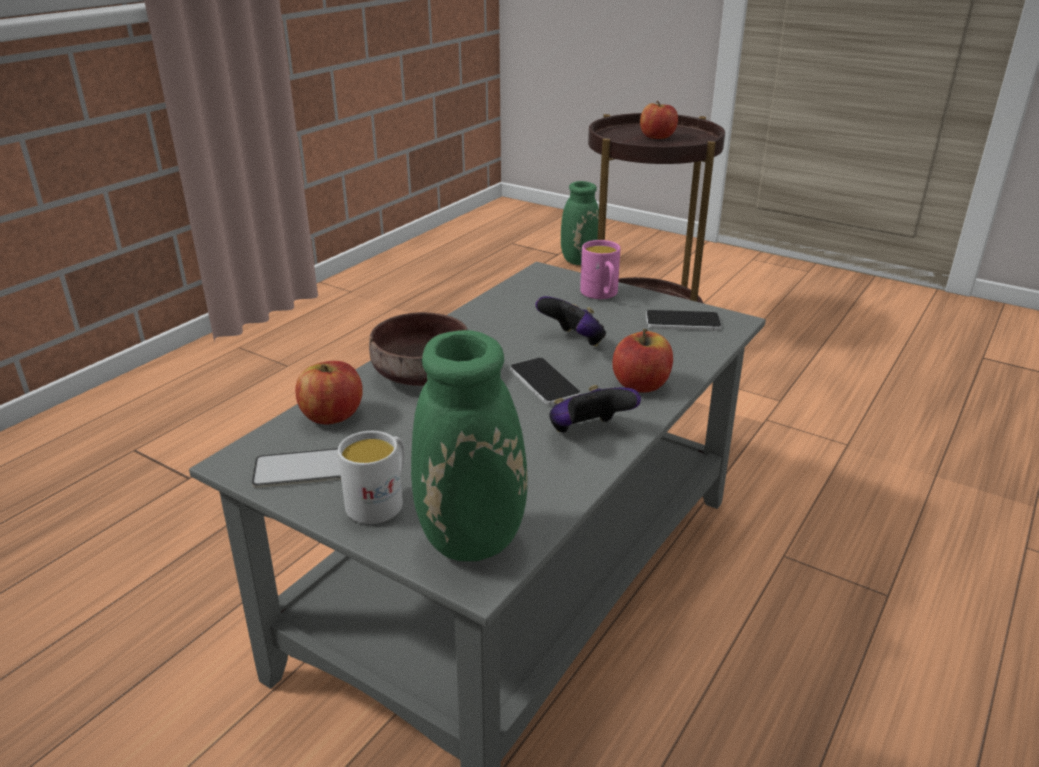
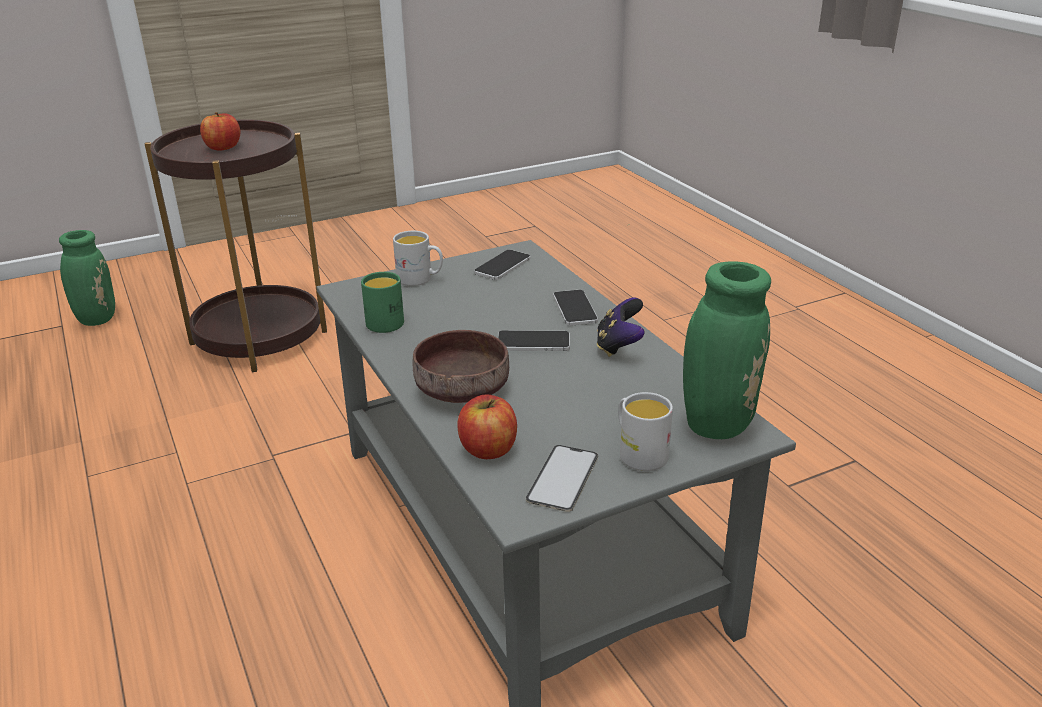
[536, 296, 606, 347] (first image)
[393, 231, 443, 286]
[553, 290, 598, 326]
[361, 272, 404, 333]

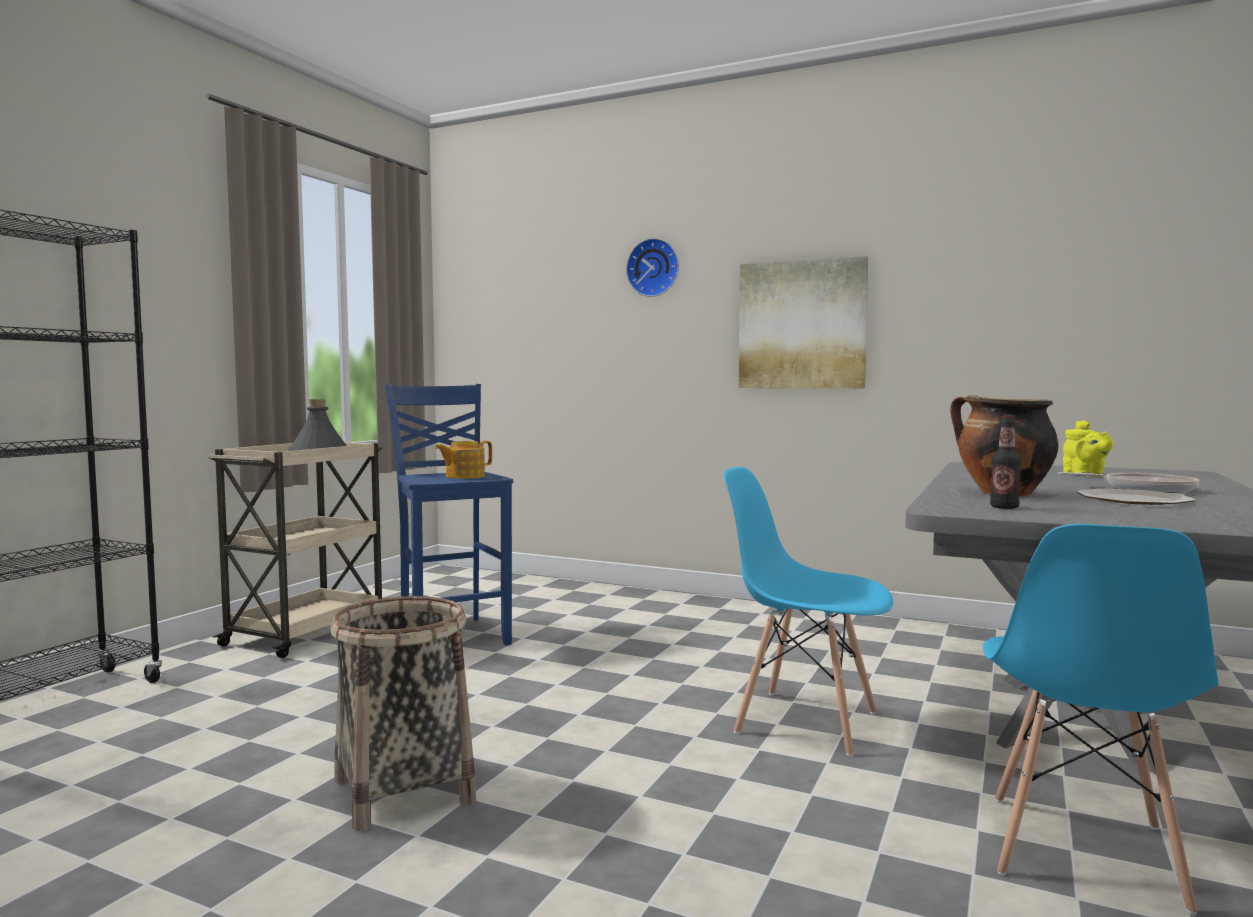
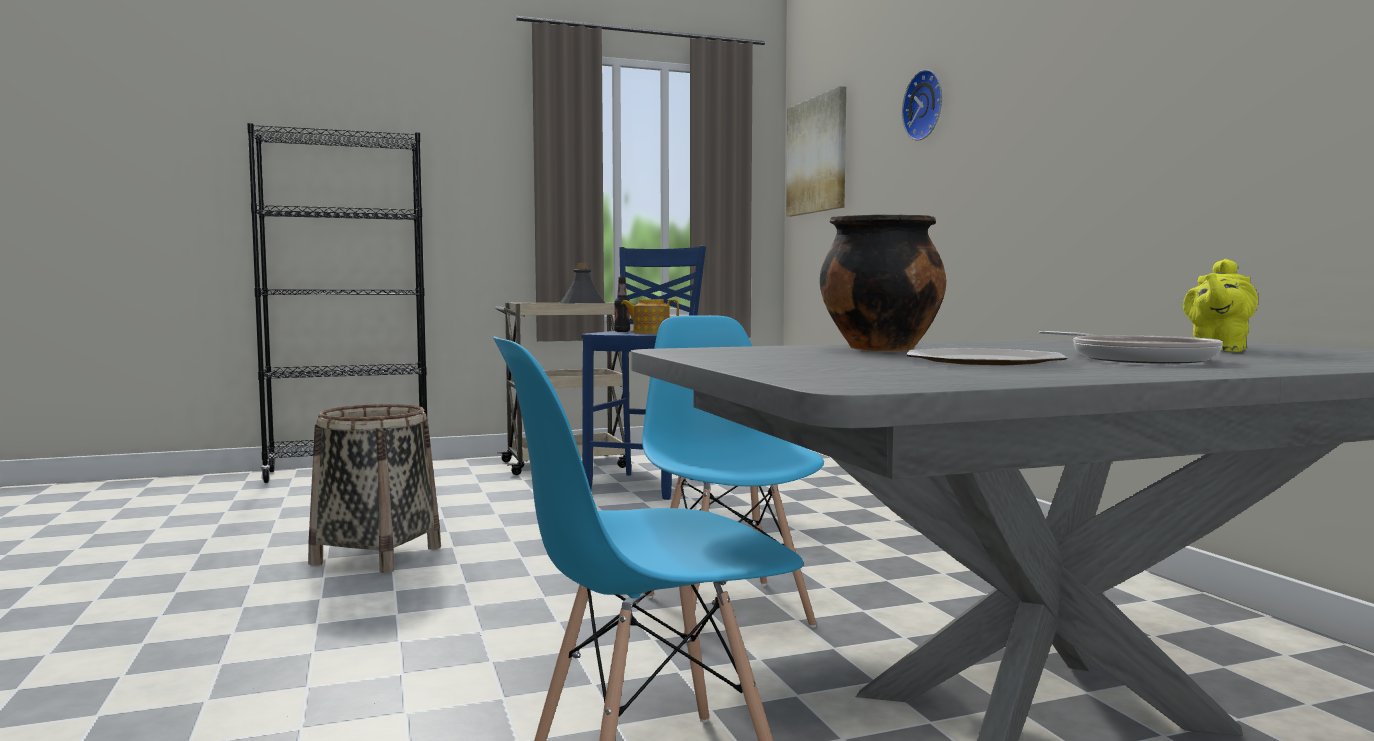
[786, 86, 846, 216]
[614, 277, 630, 332]

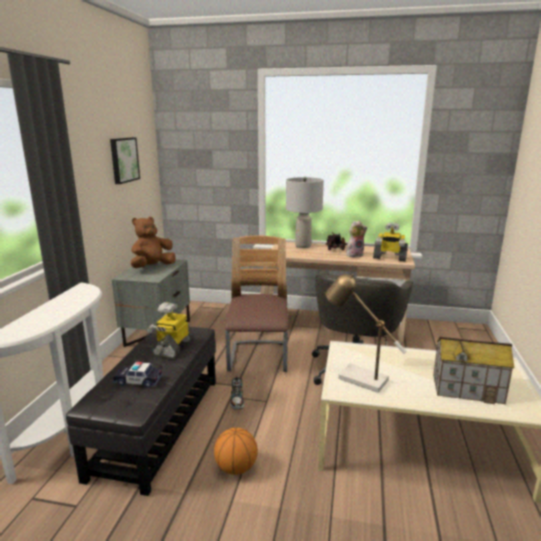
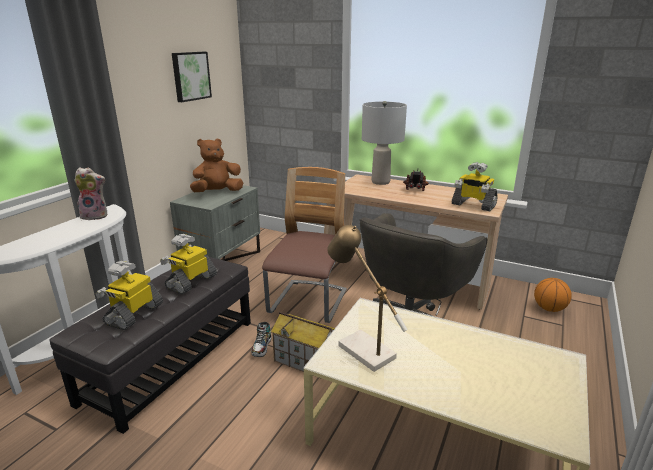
[96, 261, 163, 330]
[534, 278, 572, 312]
[74, 167, 107, 220]
[271, 312, 335, 379]

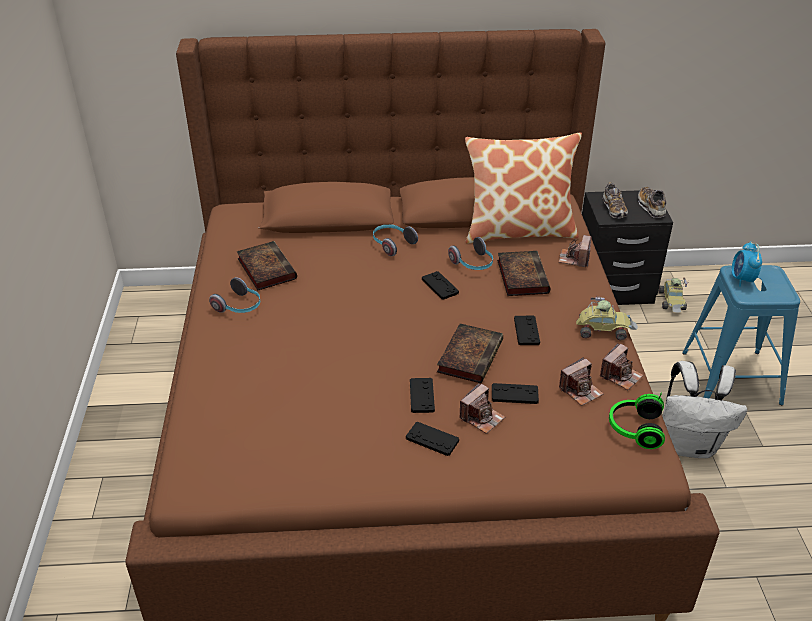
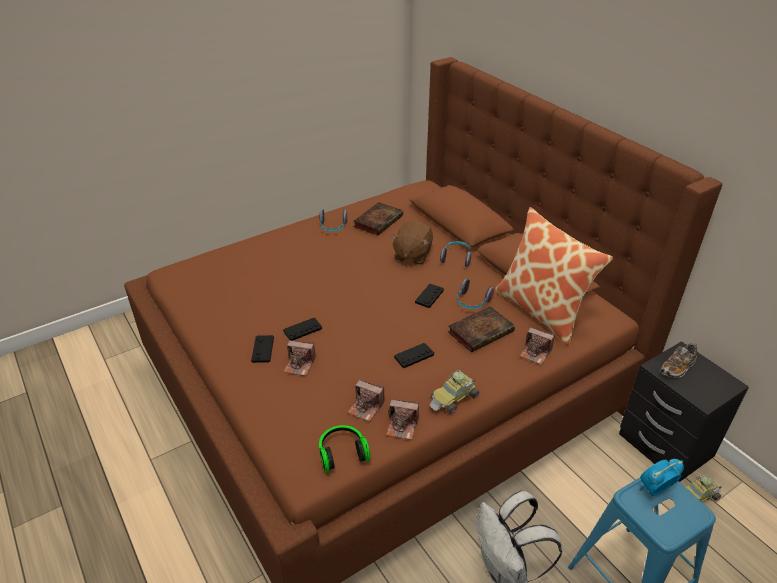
[437, 324, 503, 383] (first image)
[492, 383, 539, 404] (first image)
[520, 327, 555, 365]
[430, 369, 480, 414]
[638, 187, 666, 218] (first image)
[391, 221, 433, 265]

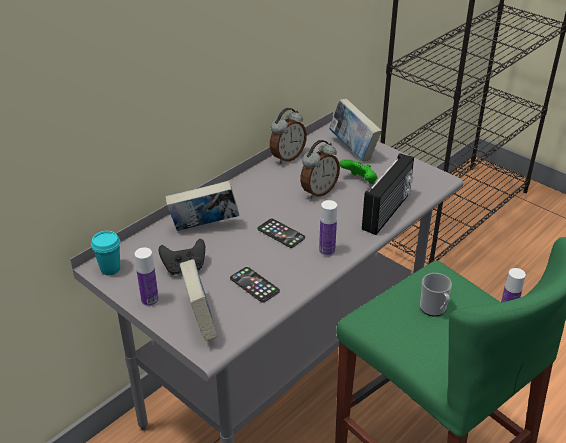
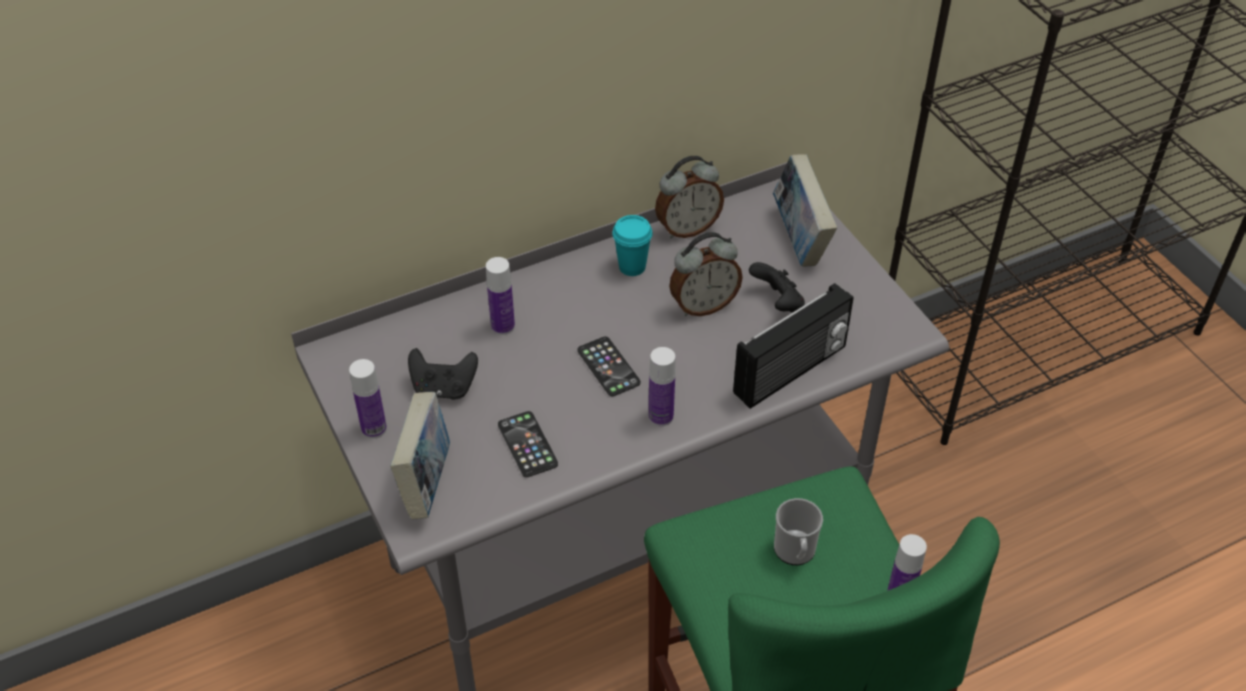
[612, 215, 653, 276]
[486, 257, 515, 335]
[749, 262, 805, 313]

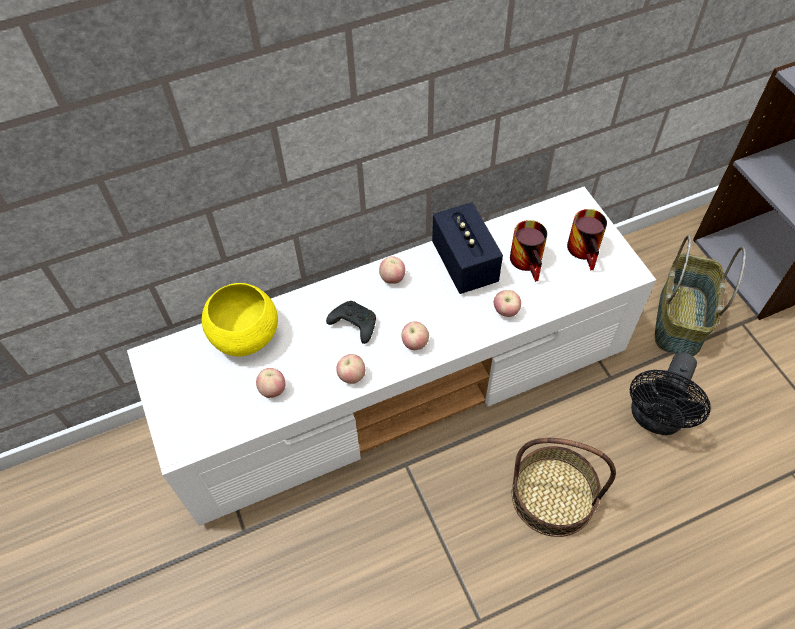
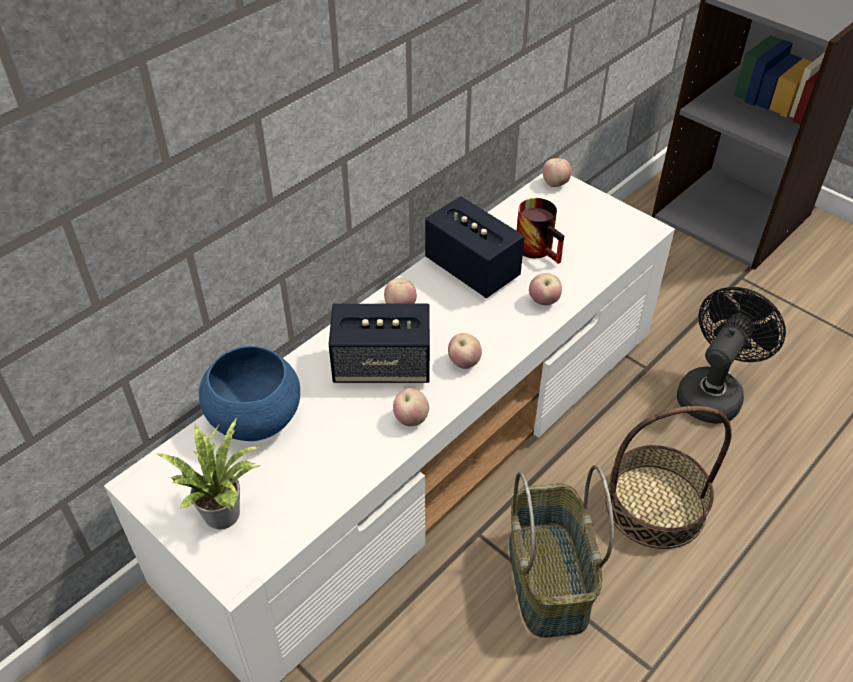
[199, 346, 300, 441]
[543, 158, 572, 187]
[328, 304, 430, 383]
[567, 209, 607, 270] (first image)
[677, 287, 786, 424]
[509, 465, 614, 638]
[156, 418, 261, 530]

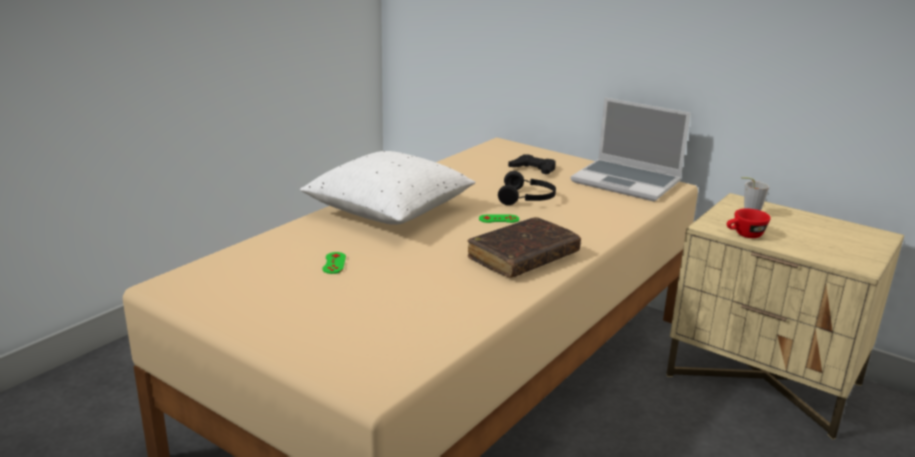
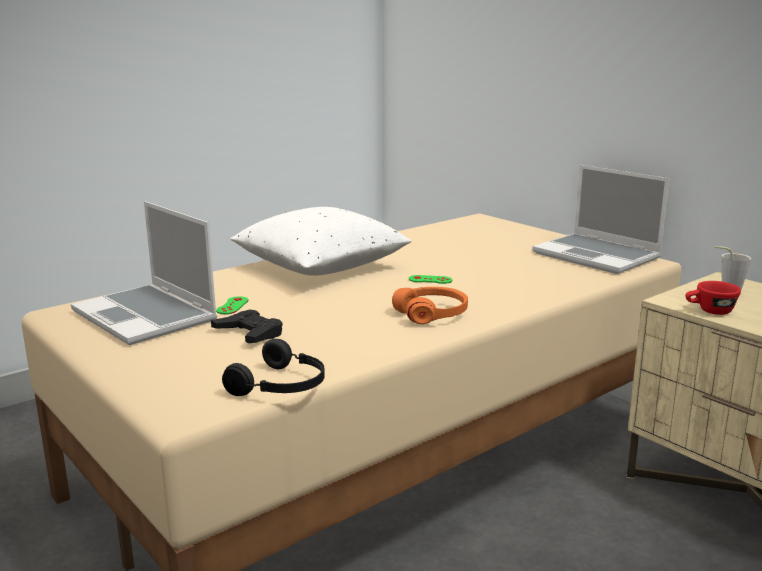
[392, 287, 468, 324]
[222, 339, 325, 396]
[211, 309, 283, 343]
[71, 201, 217, 345]

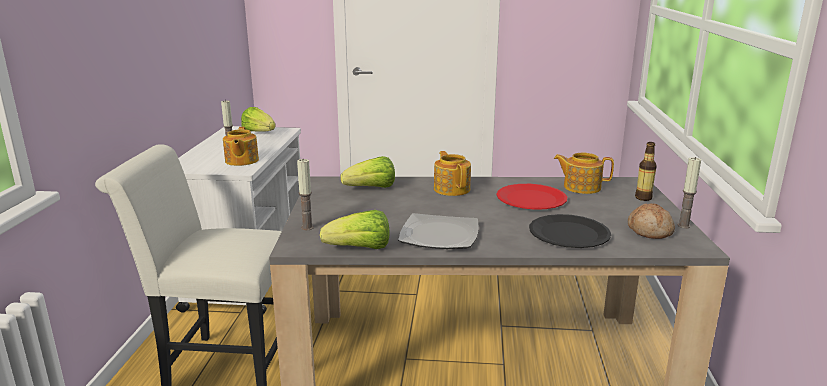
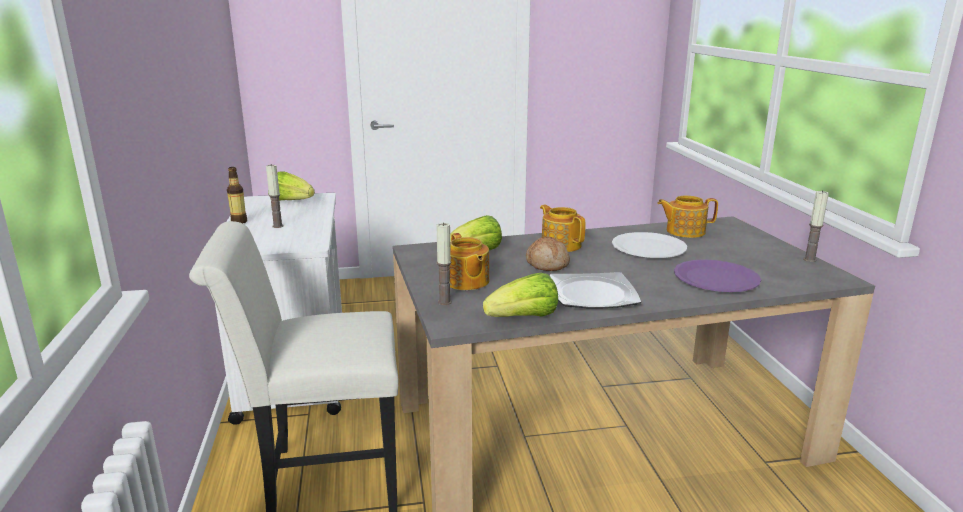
[449, 233, 489, 290]
[612, 232, 687, 258]
[674, 259, 761, 292]
[526, 237, 570, 271]
[227, 167, 247, 224]

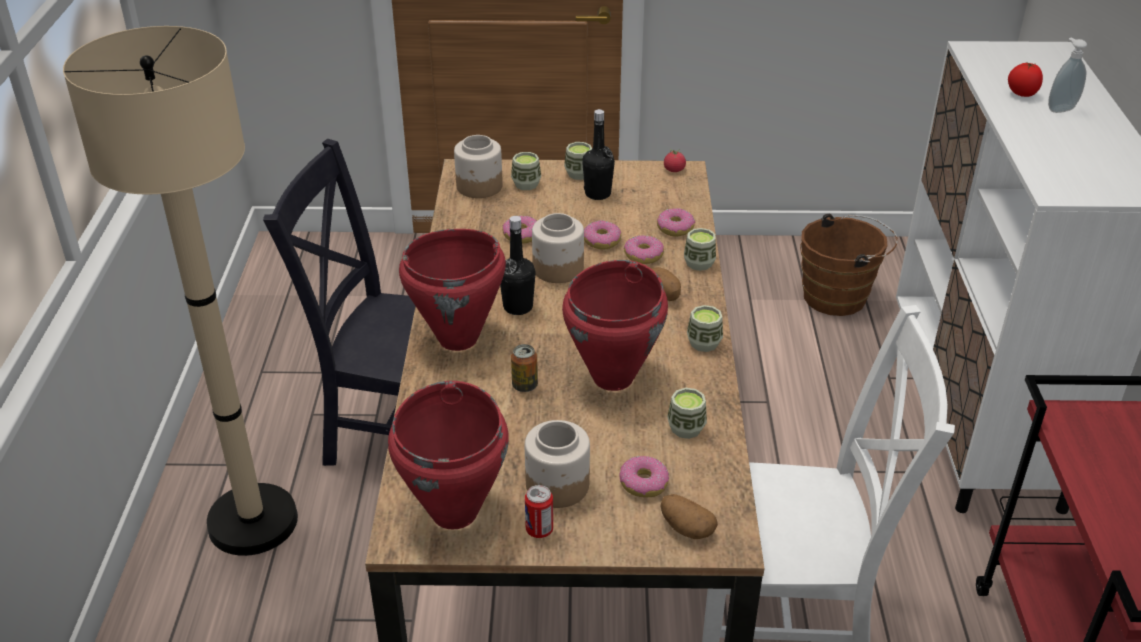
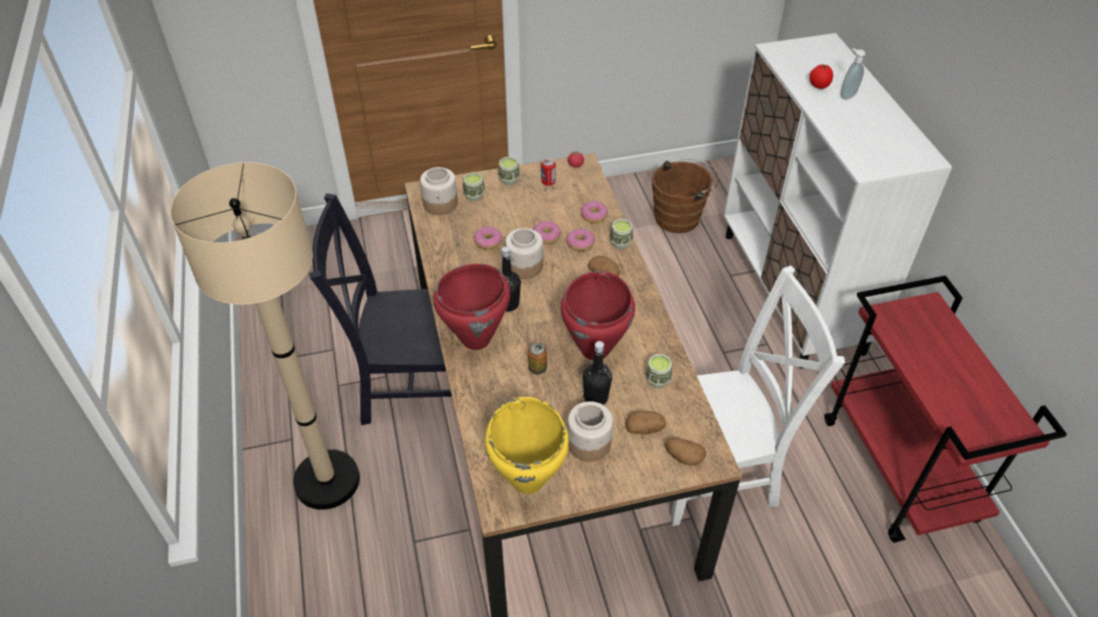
[485, 397, 569, 494]
[541, 158, 556, 186]
[583, 341, 612, 405]
[625, 411, 666, 434]
[687, 305, 723, 352] (first image)

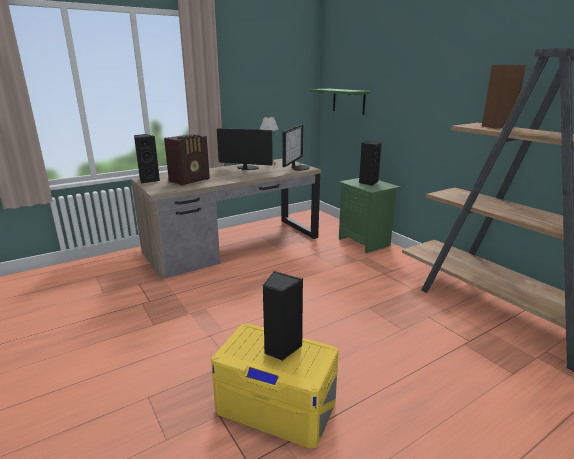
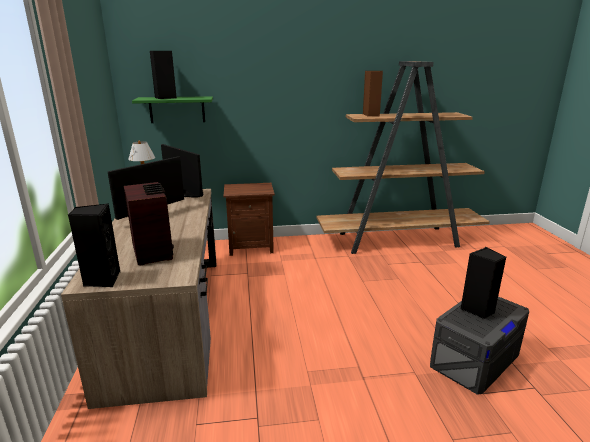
[430, 296, 529, 395]
[224, 183, 275, 256]
[150, 51, 177, 99]

